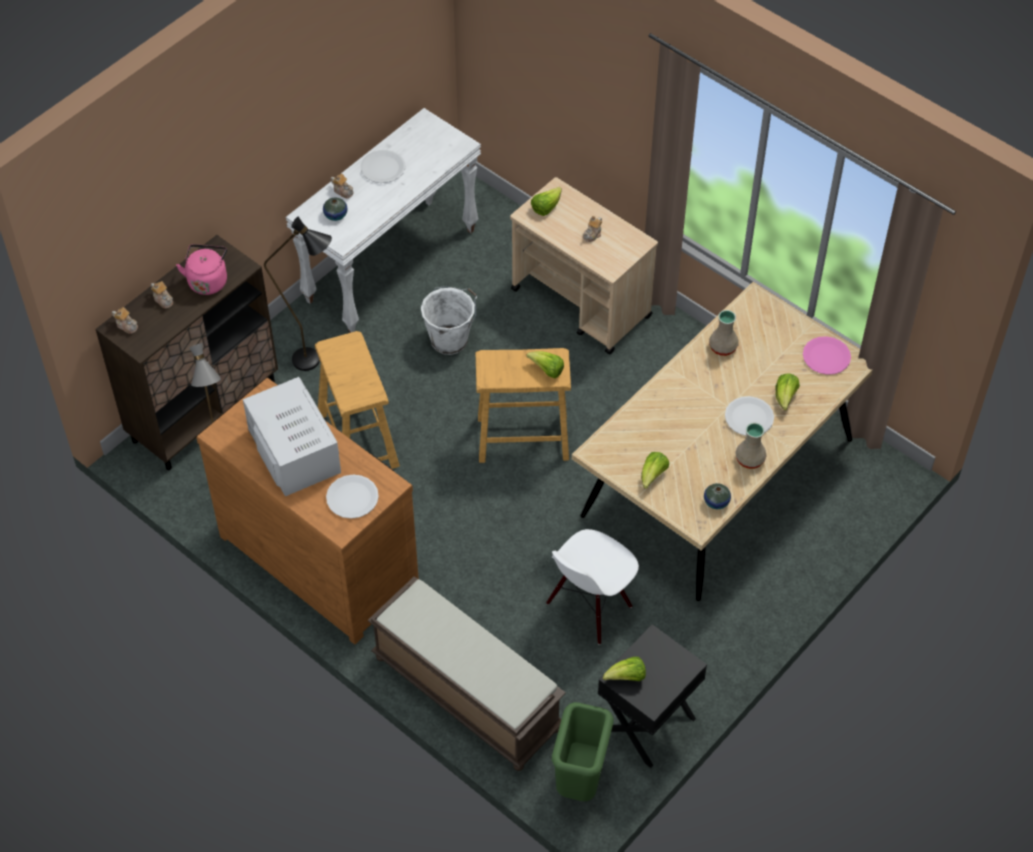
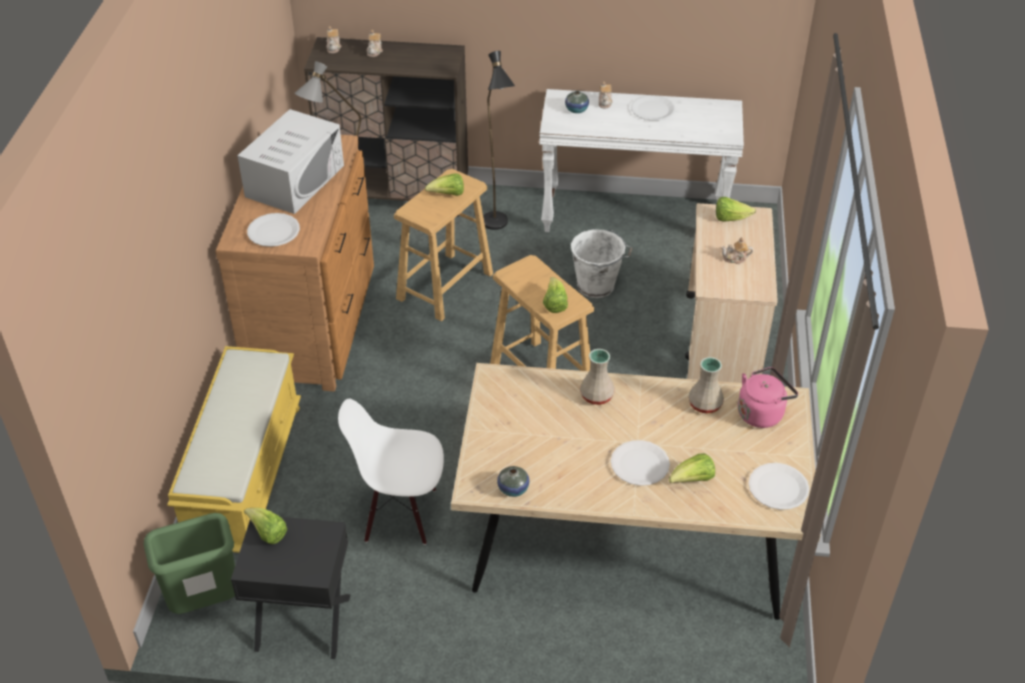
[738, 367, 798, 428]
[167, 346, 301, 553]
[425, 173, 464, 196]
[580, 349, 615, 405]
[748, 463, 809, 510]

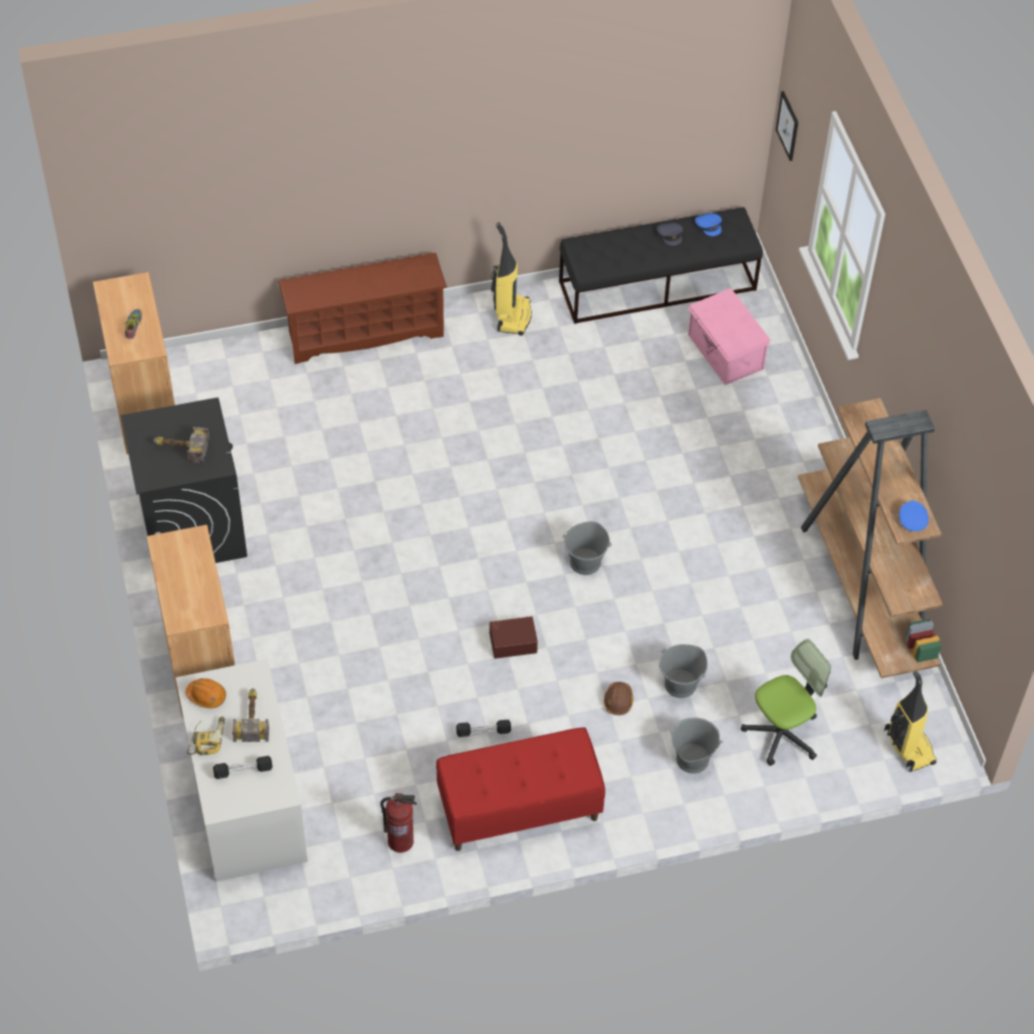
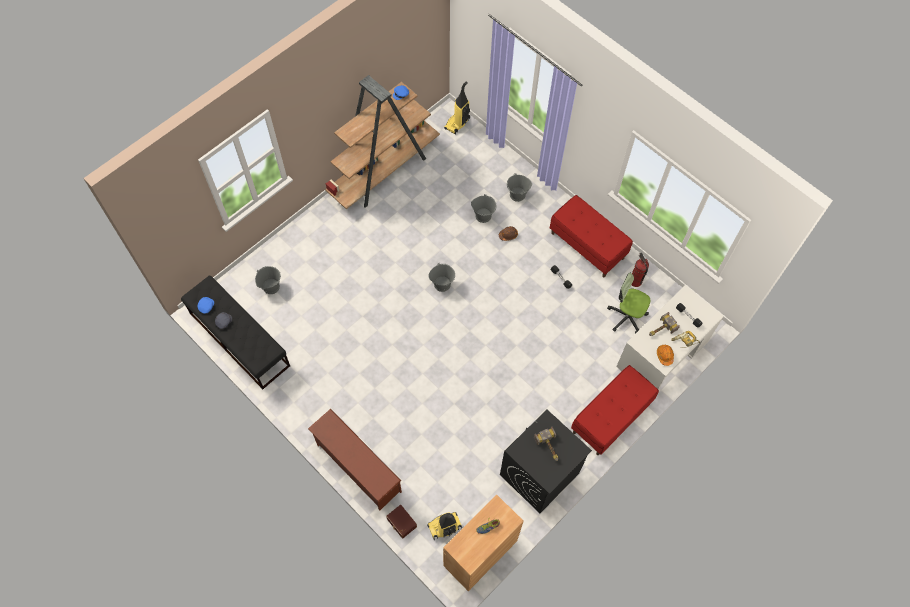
[571, 365, 659, 455]
[386, 505, 417, 539]
[427, 512, 462, 540]
[255, 266, 281, 294]
[607, 273, 650, 334]
[776, 91, 798, 161] (first image)

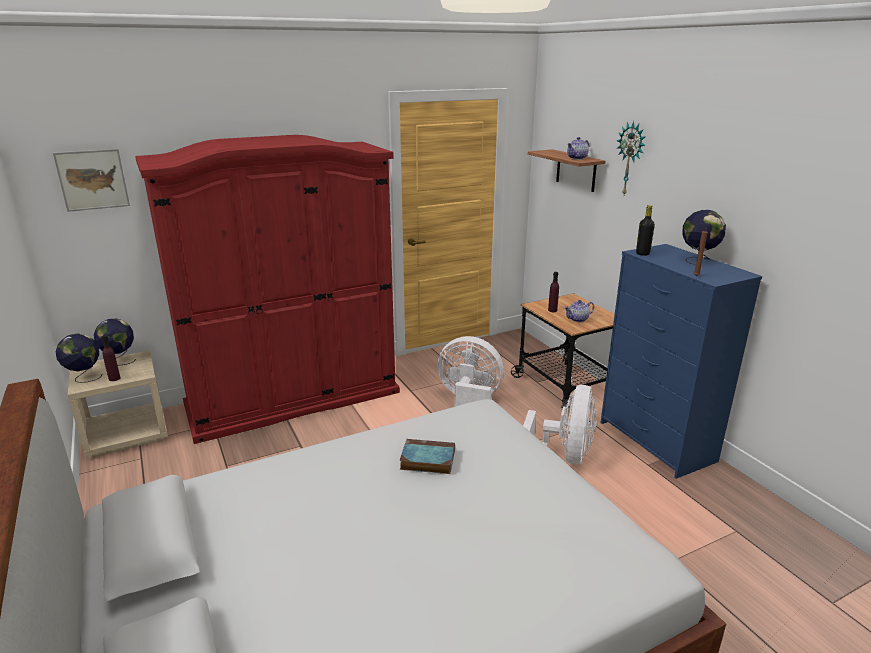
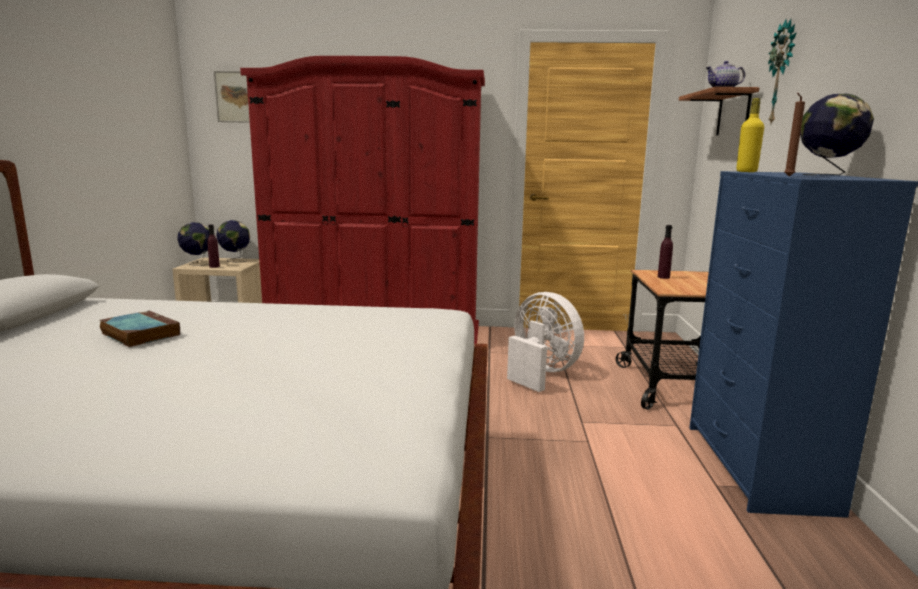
[100, 310, 180, 347]
[523, 385, 597, 464] (first image)
[564, 300, 594, 322] (first image)
[736, 98, 764, 172]

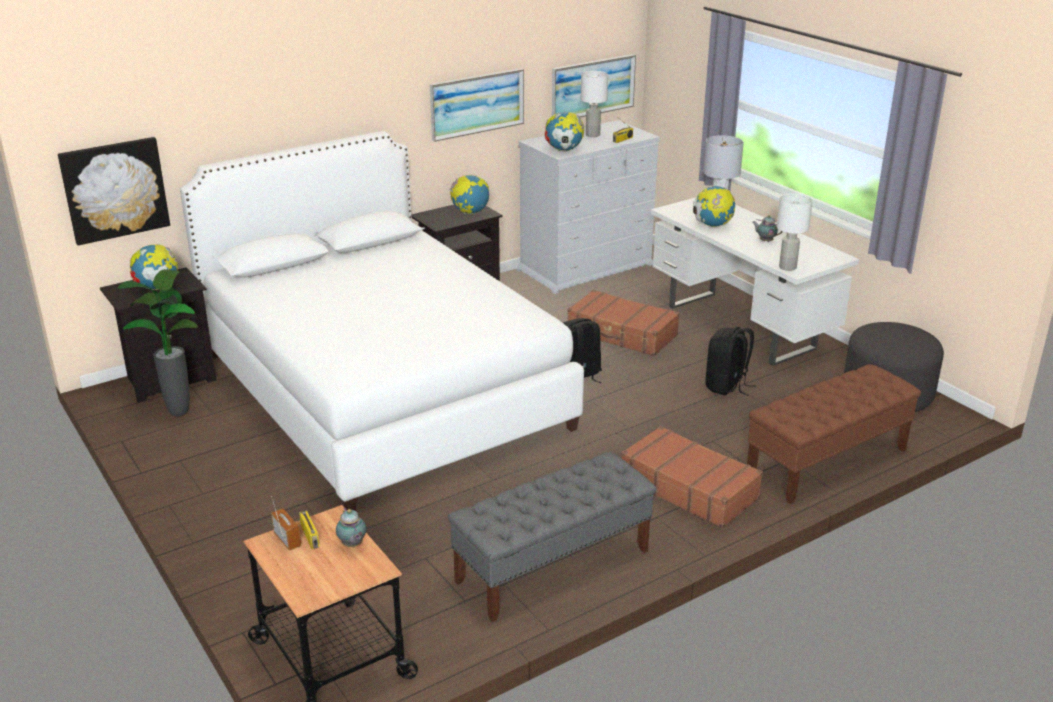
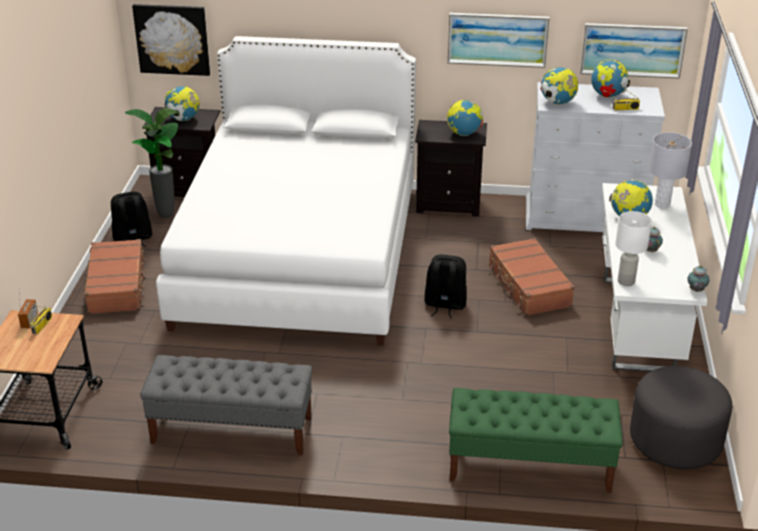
[688, 264, 710, 292]
[591, 59, 630, 98]
[84, 239, 147, 314]
[111, 192, 152, 247]
[449, 388, 623, 493]

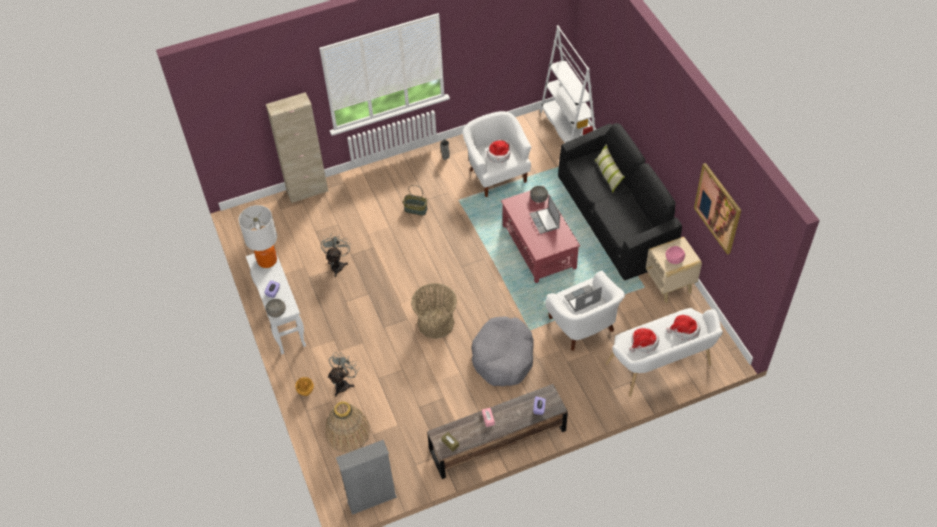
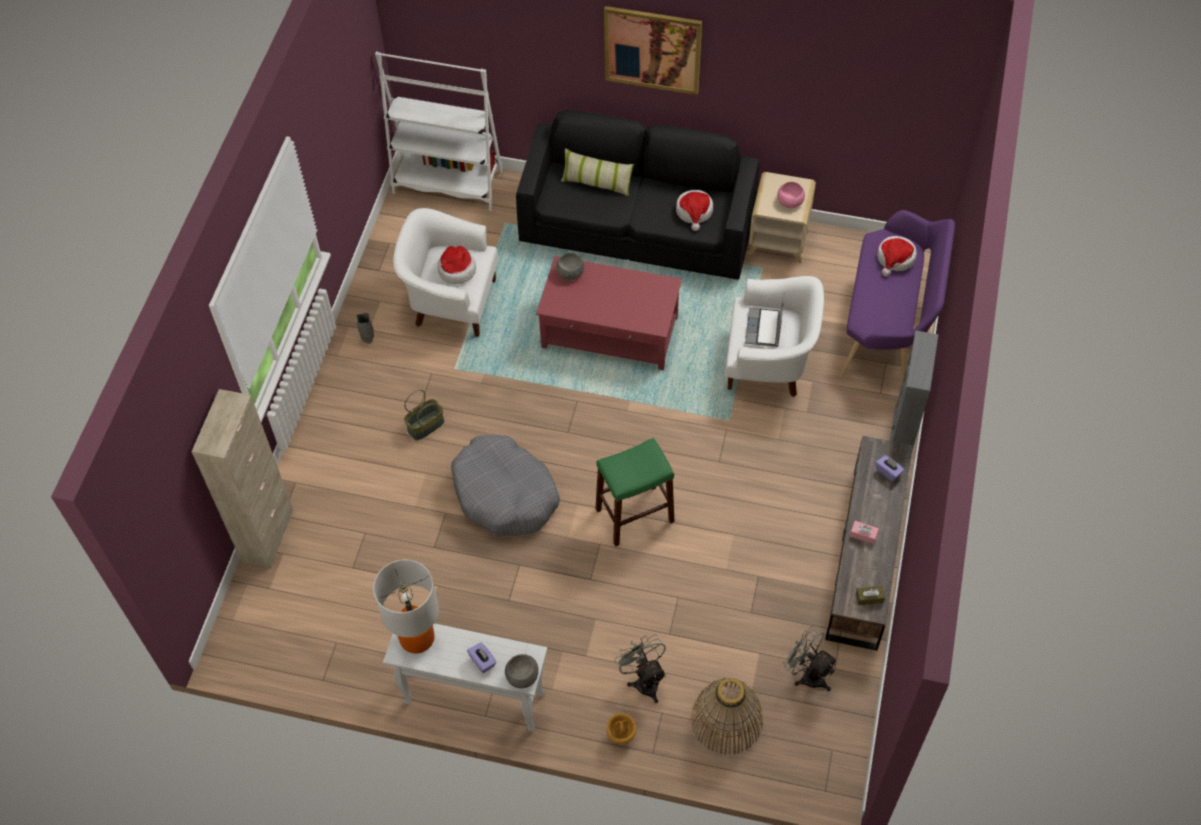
[783, 626, 838, 691]
[890, 330, 939, 451]
[595, 438, 675, 547]
[451, 435, 560, 536]
[530, 194, 560, 234] (first image)
[841, 210, 955, 381]
[676, 190, 713, 231]
[604, 6, 702, 95]

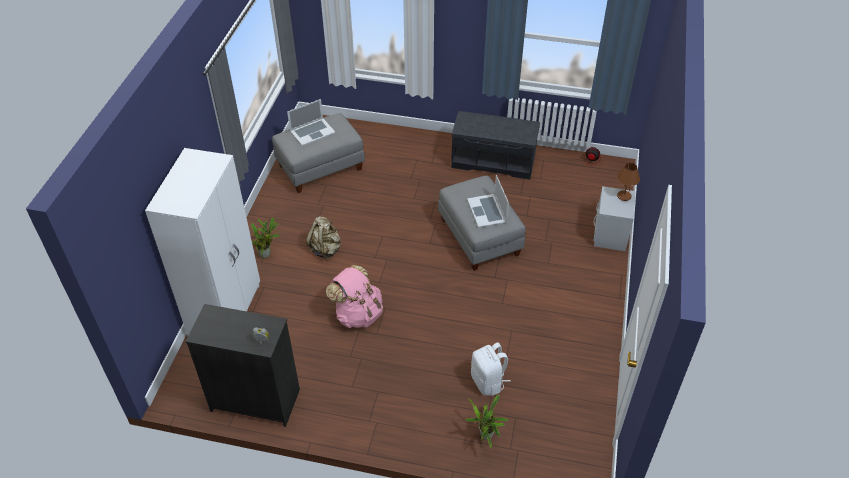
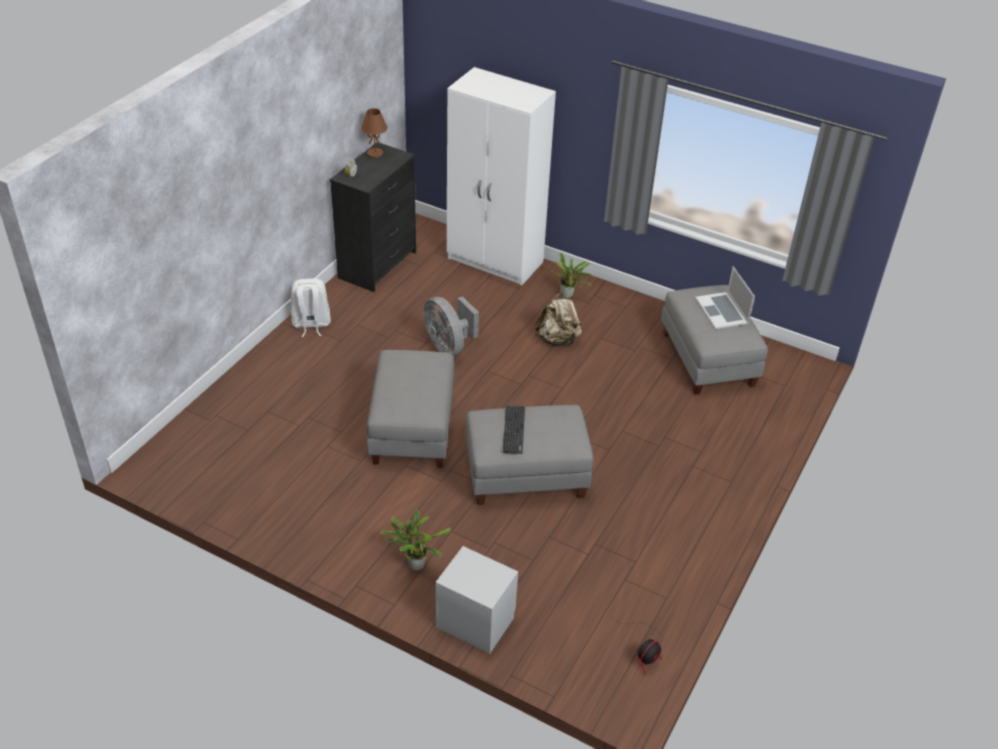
[423, 296, 479, 356]
[451, 111, 540, 180] (first image)
[378, 510, 451, 571]
[503, 405, 525, 454]
[291, 279, 331, 337]
[361, 108, 388, 158]
[367, 350, 454, 468]

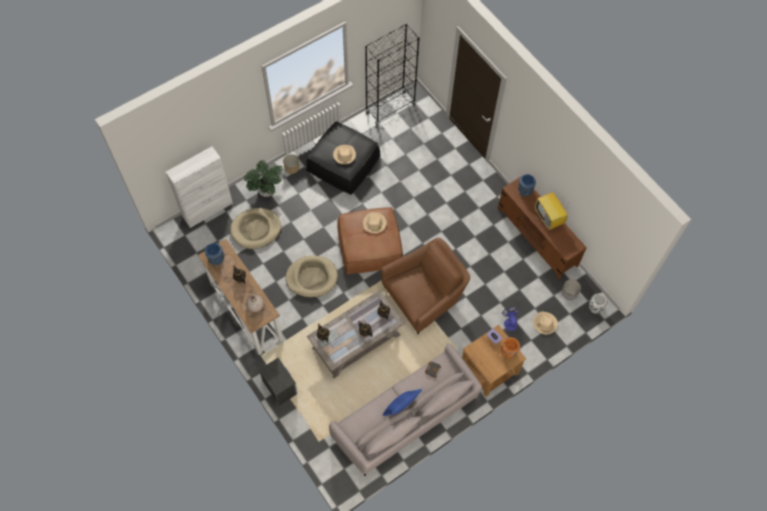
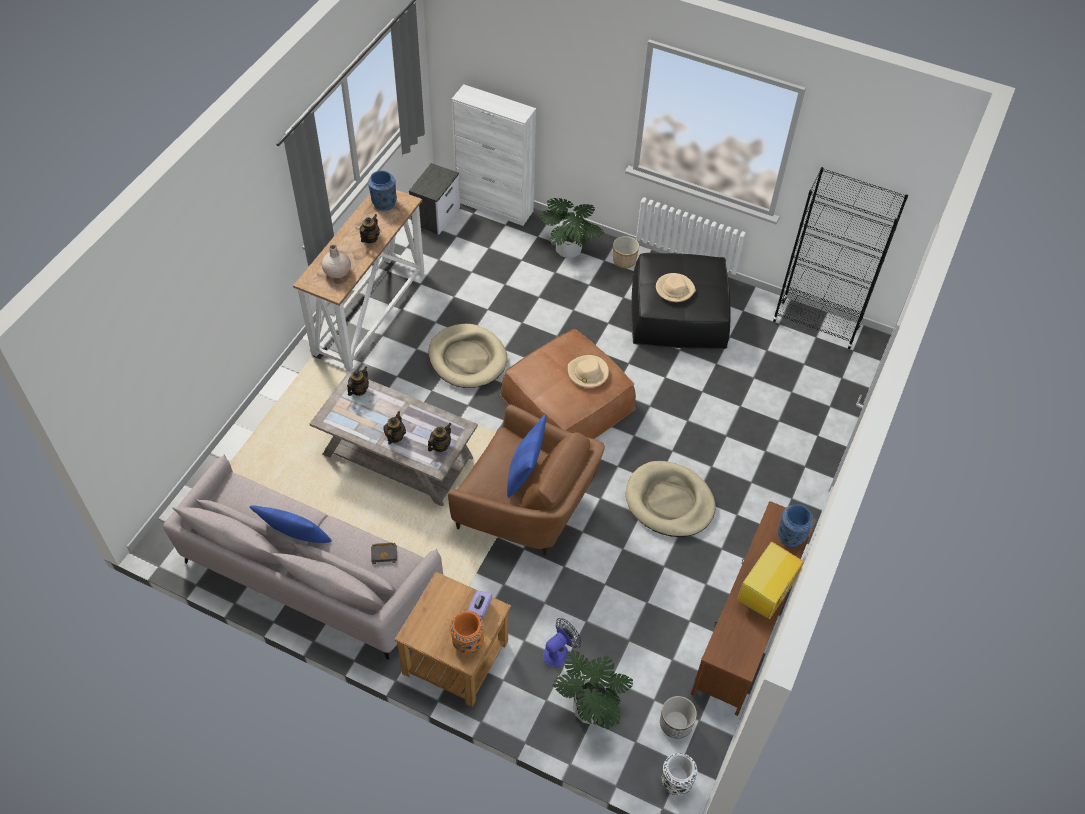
[626, 461, 716, 537]
[409, 163, 460, 235]
[553, 651, 633, 730]
[507, 415, 547, 497]

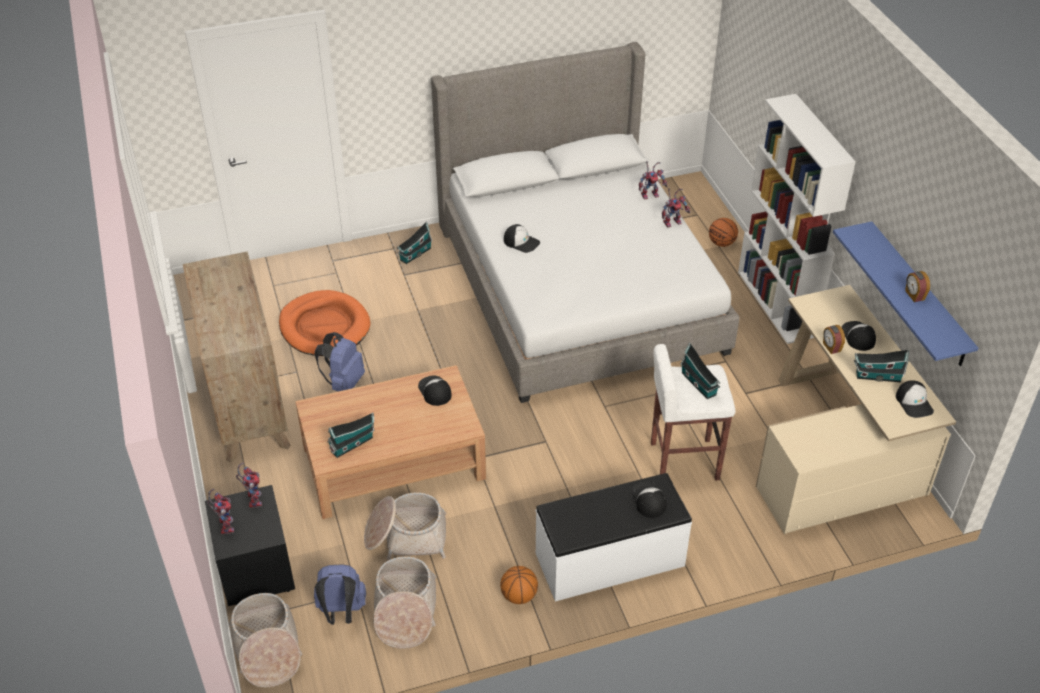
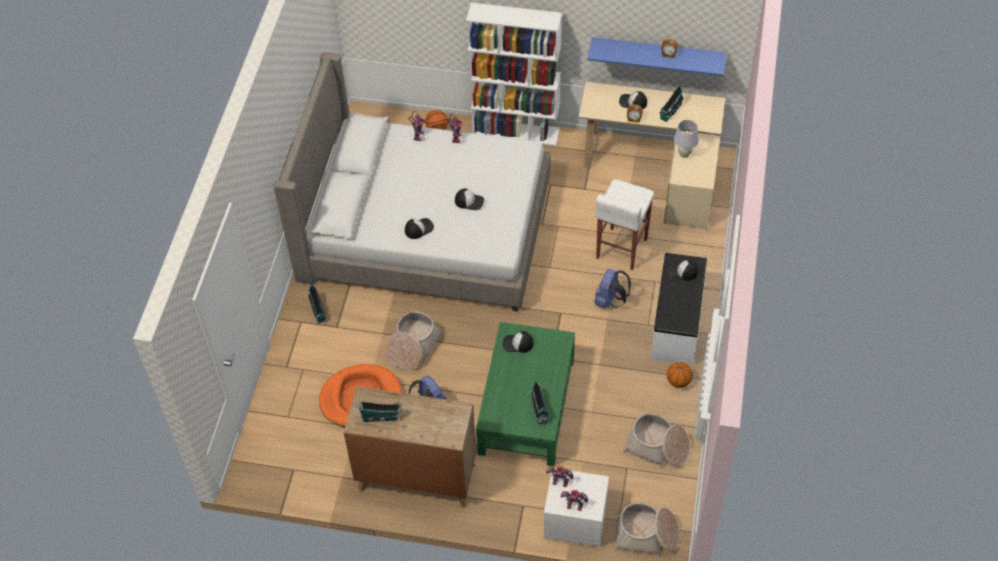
[544, 468, 609, 547]
[476, 322, 575, 466]
[594, 269, 631, 309]
[386, 311, 444, 370]
[359, 401, 402, 422]
[455, 189, 484, 210]
[674, 120, 699, 158]

